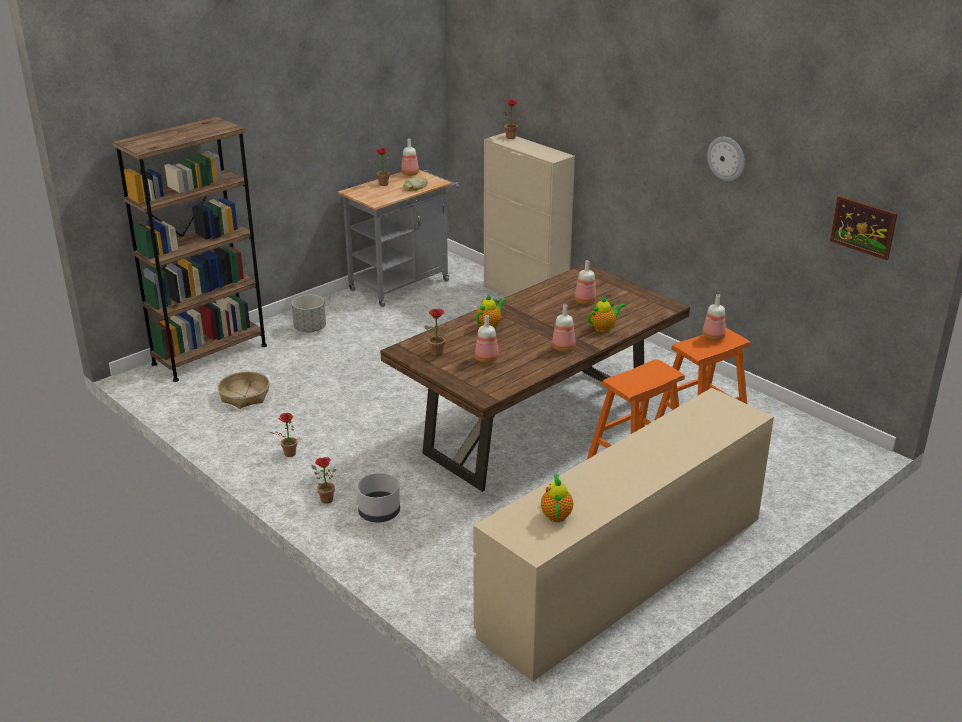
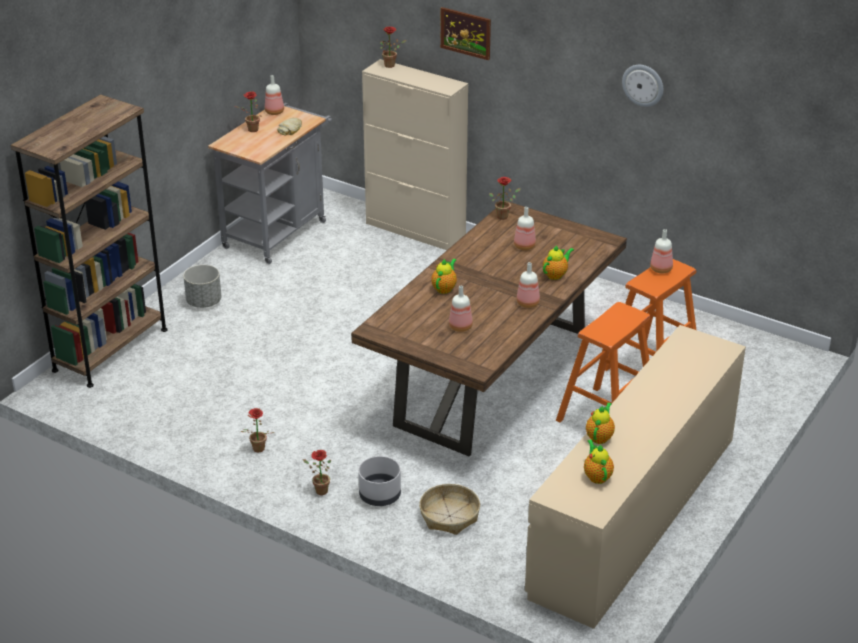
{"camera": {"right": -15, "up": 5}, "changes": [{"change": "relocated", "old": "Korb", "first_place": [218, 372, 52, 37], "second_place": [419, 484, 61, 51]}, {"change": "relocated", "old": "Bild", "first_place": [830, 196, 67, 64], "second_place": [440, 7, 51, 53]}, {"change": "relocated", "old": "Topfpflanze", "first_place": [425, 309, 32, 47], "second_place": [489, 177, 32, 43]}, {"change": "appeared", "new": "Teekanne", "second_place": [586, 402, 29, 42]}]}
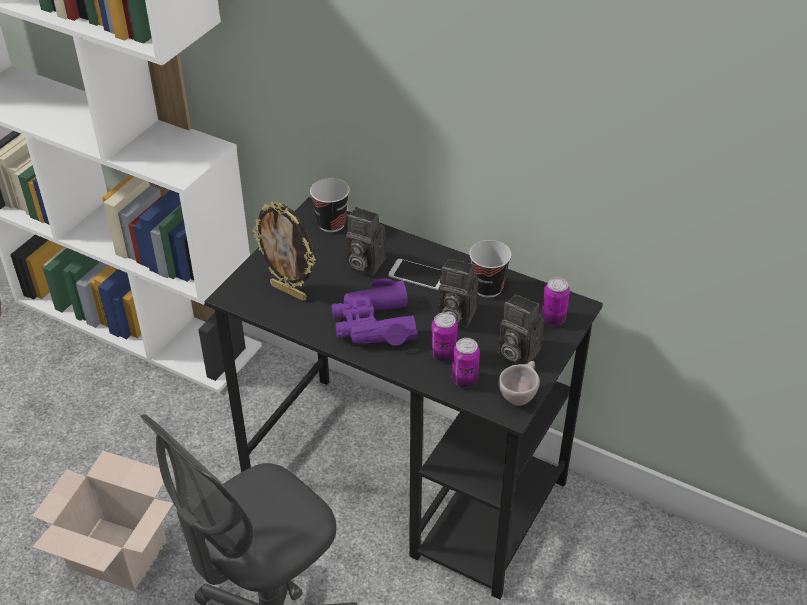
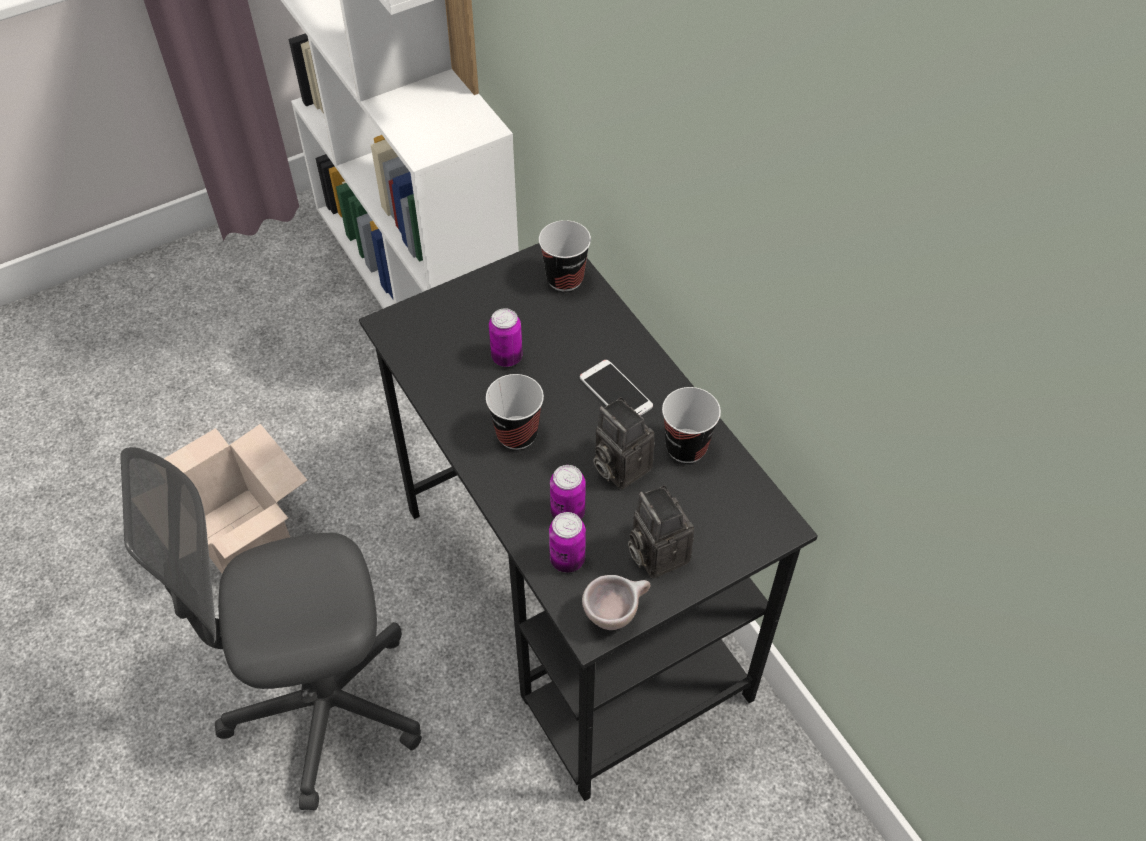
{"camera": {"right": 30, "up": 10}, "changes": [{"change": "exchanged", "old": "Fernglas (lila)", "new": "Tasse", "first_place": [332, 278, 86, 68], "second_place": [486, 374, 58, 76]}, {"change": "relocated", "old": "Dose", "first_place": [541, 278, 29, 48], "second_place": [489, 308, 34, 59]}, {"change": "missing", "old": "Bilderrahmen", "first_place": [252, 202, 64, 99]}, {"change": "missing", "old": "Kamera", "first_place": [345, 207, 41, 68]}]}
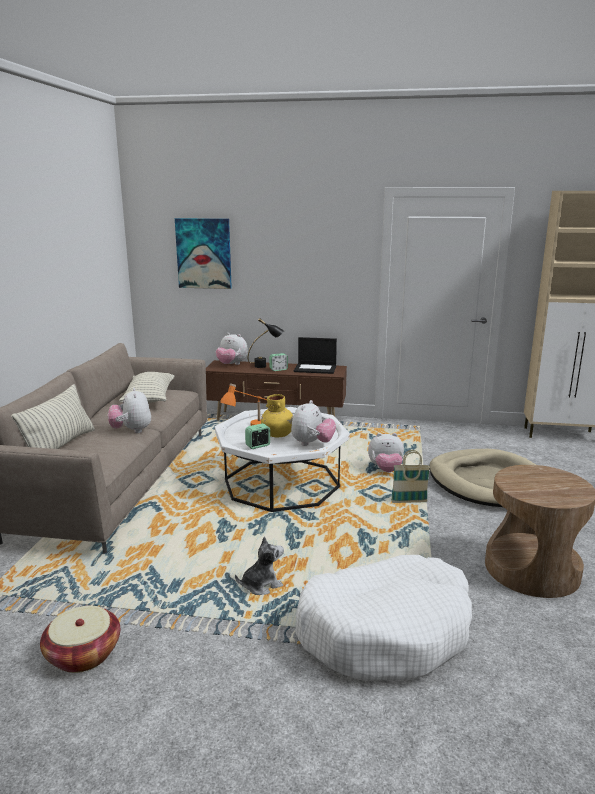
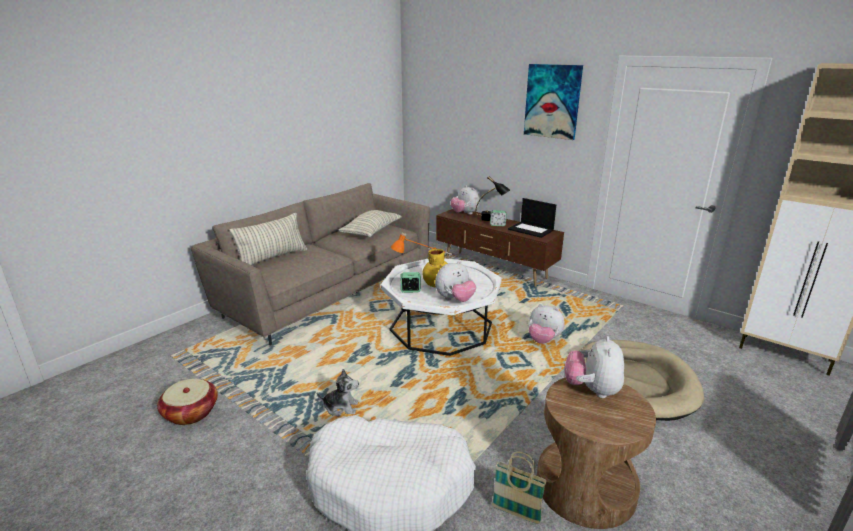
{"camera": {"right": 30, "up": 5}, "changes": [{"change": "relocated", "old": "Korb", "first_place": [391, 450, 39, 53], "second_place": [492, 451, 55, 73]}, {"change": "relocated", "old": "Bild", "first_place": [175, 218, 57, 71], "second_place": [524, 64, 59, 76]}, {"change": "relocated", "old": "Plüschtier", "first_place": [108, 388, 43, 45], "second_place": [565, 336, 59, 62]}]}
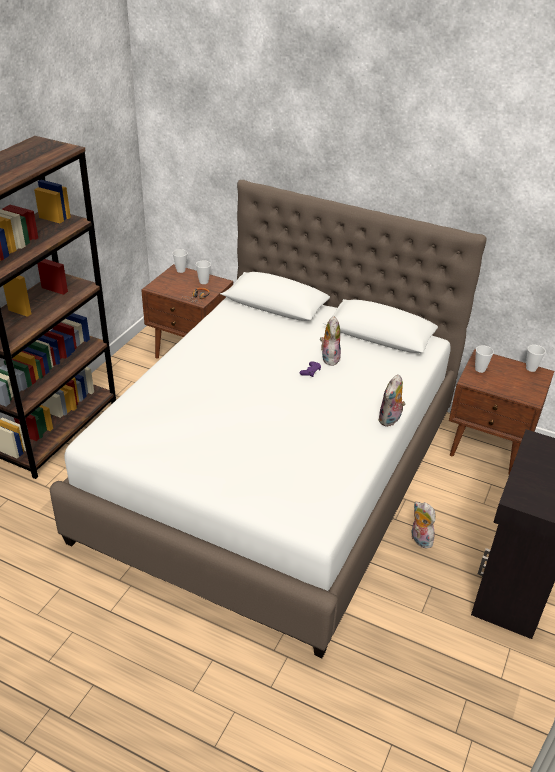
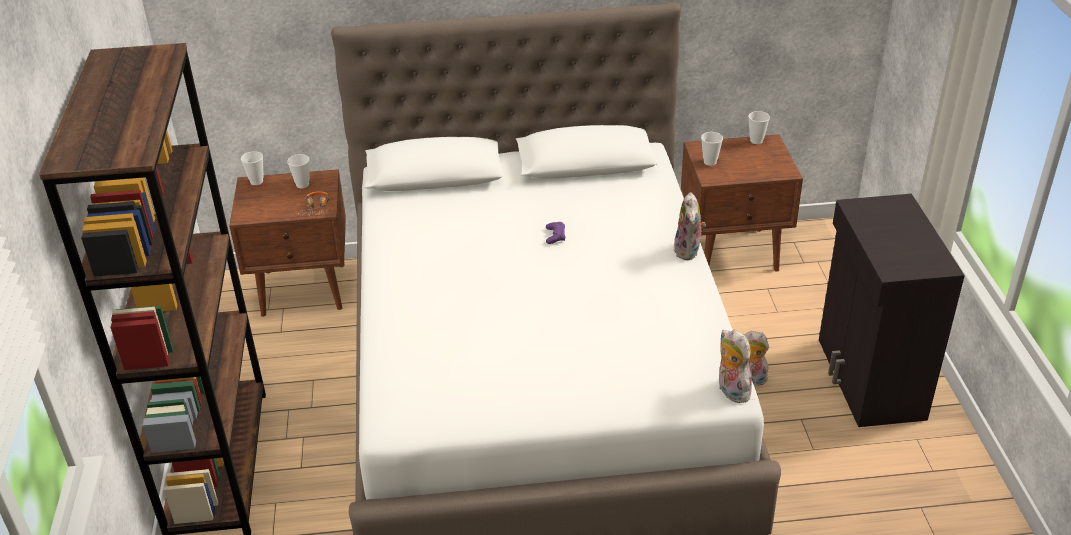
{"camera": {"right": -30, "up": 0}, "changes": [{"change": "relocated", "old": "Plüschtier", "first_place": [320, 316, 21, 50], "second_place": [719, 329, 35, 74]}]}
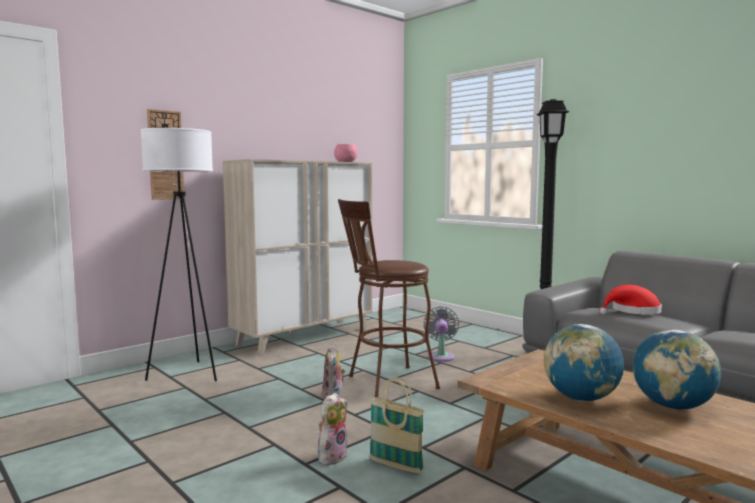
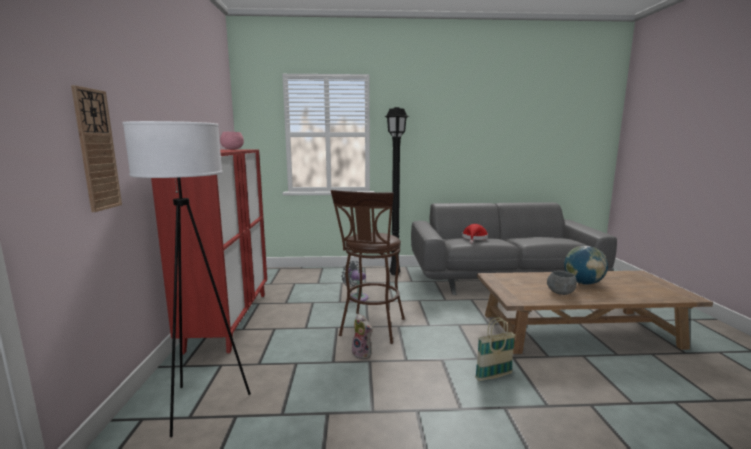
{"camera": {"right": -50, "up": 5}, "changes": [{"change": "colour", "old": "Schrank (beige)", "new": "Schrank (rot)", "first_place": [223, 159, 149, 197], "second_place": [151, 149, 116, 205]}, {"change": "exchanged", "old": "Globus", "new": "Schüssel (grau)", "first_place": [544, 324, 80, 77], "second_place": [547, 271, 30, 24]}, {"change": "missing", "old": "Plüschtier", "first_place": [318, 393, 30, 72]}]}
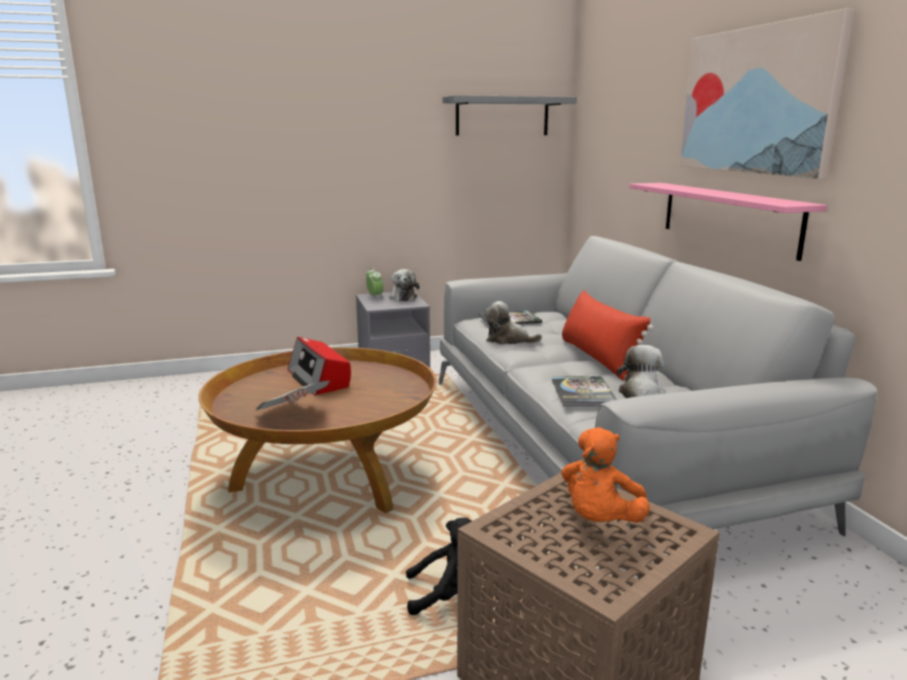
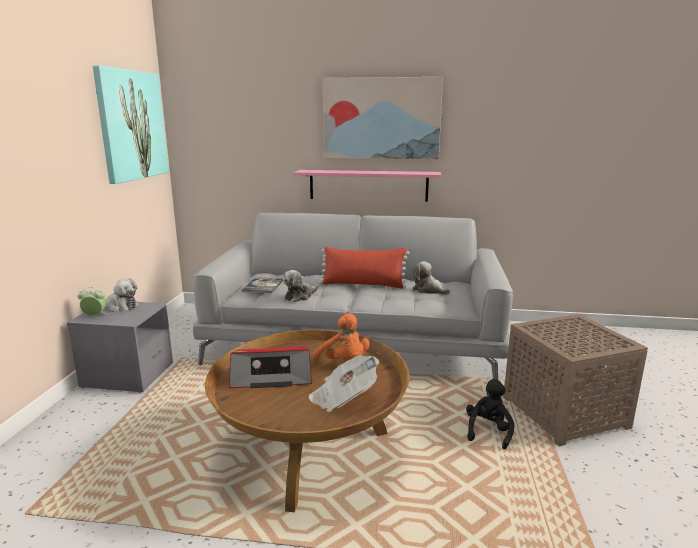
{"camera": {"right": -65, "up": 0}, "changes": [{"change": "exchanged", "old": "Wandregal (grau)", "new": "Bild", "first_place": [443, 95, 134, 41], "second_place": [93, 65, 76, 119]}, {"change": "relocated", "old": "Plüschtier (orange)", "first_place": [561, 427, 89, 96], "second_place": [314, 313, 56, 48]}, {"change": "missing", "old": "Buch", "first_place": [552, 376, 65, 30]}]}
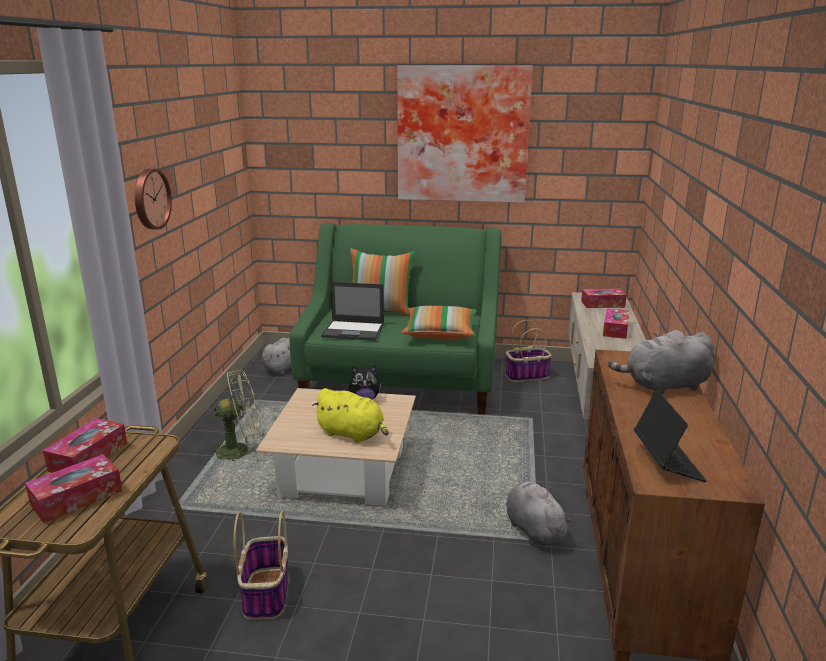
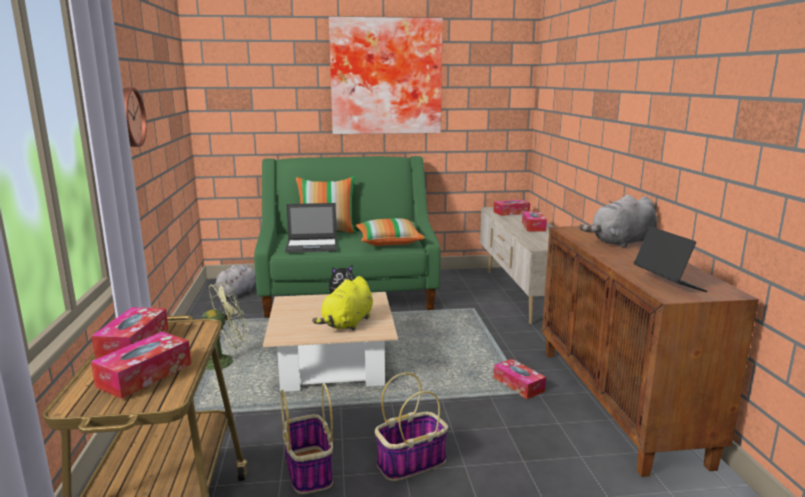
{"camera": {"right": -15, "up": -5}, "changes": [{"change": "spun", "old": "Plüschtier (gelb)", "first_place": [312, 388, 76, 55], "second_place": [312, 276, 61, 55], "degrees": 105}, {"change": "relocated", "old": "Korb", "first_place": [506, 320, 46, 62], "second_place": [375, 373, 73, 108]}, {"change": "exchanged", "old": "Plüschtier (grau)", "new": "Taschentuchbox", "first_place": [506, 481, 66, 65], "second_place": [494, 359, 52, 40]}]}
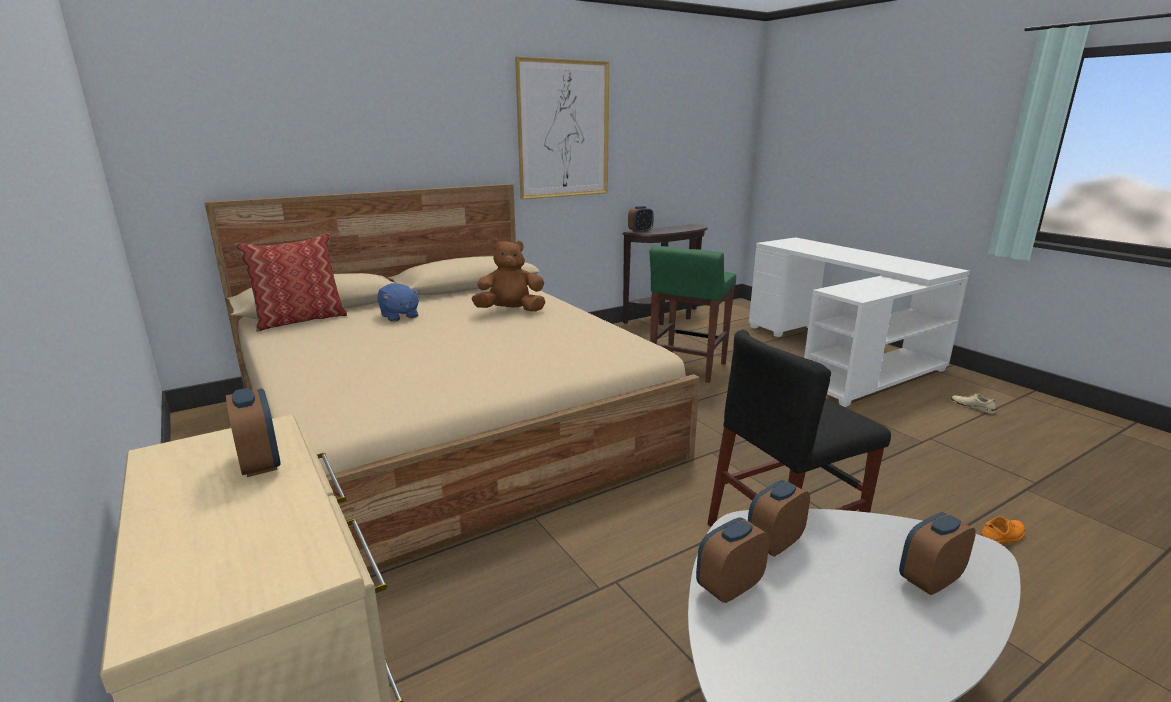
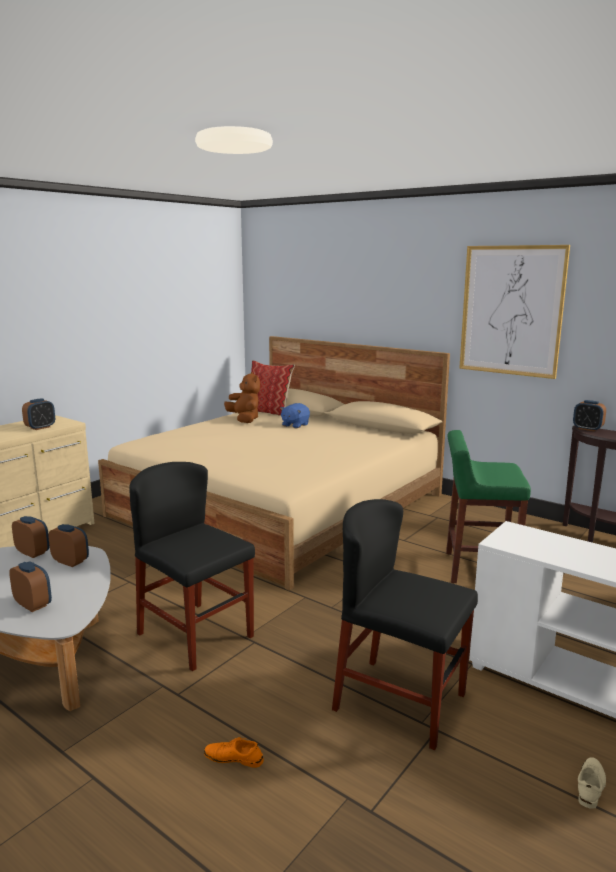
{"camera": {"right": 70, "up": -5}, "changes": [{"change": "spun", "old": "Schuh (orange)", "first_place": [981, 517, 44, 28], "second_place": [204, 737, 60, 31], "degrees": 150}, {"change": "relocated", "old": "Plüschtier (braun)", "first_place": [472, 240, 74, 72], "second_place": [224, 372, 36, 51]}, {"change": "appeared", "new": "Stuhl (schwarz)", "second_place": [332, 499, 146, 251]}]}
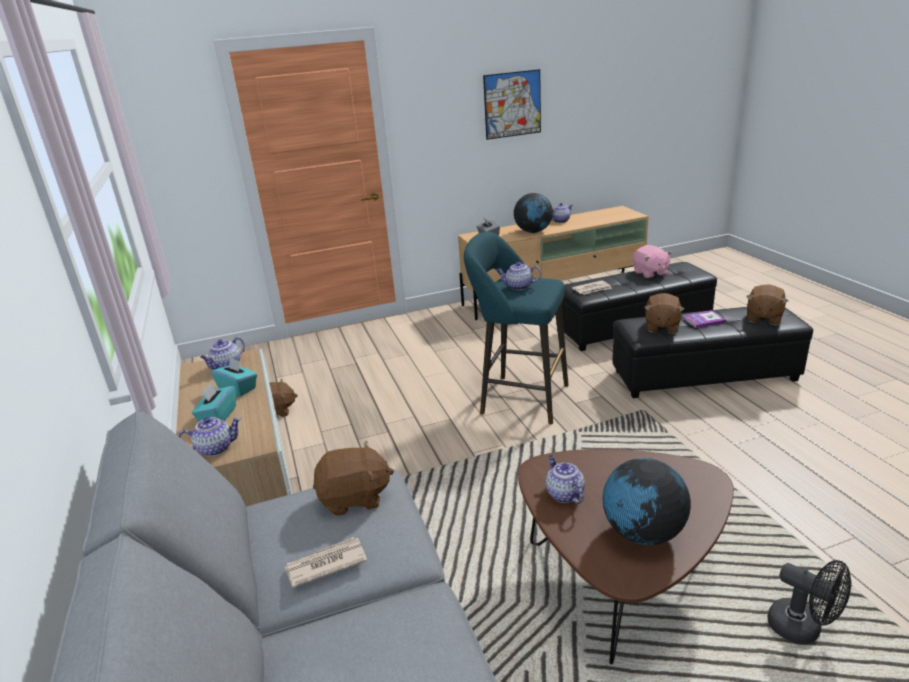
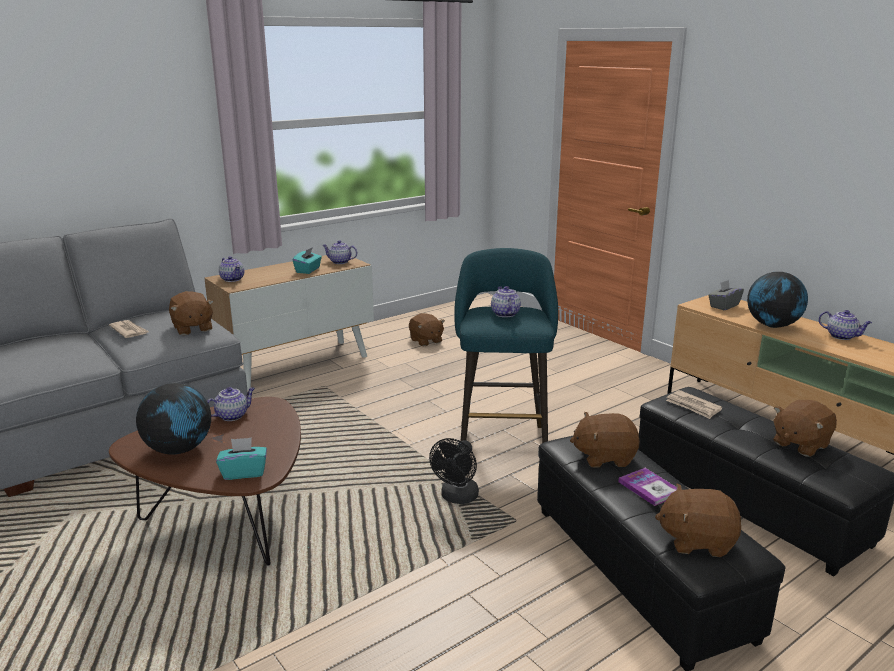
{"camera": {"right": 70, "up": -5}, "changes": [{"change": "relocated", "old": "Taschentuchbox (türkis)", "first_place": [192, 383, 44, 39], "second_place": [216, 437, 51, 43]}, {"change": "relocated", "old": "Ventilator (schwarz)", "first_place": [767, 560, 85, 84], "second_place": [429, 438, 50, 66]}, {"change": "colour", "old": "Plüschtier (rosa)", "new": "Plüschtier (braun)", "first_place": [633, 245, 39, 34], "second_place": [773, 400, 64, 57]}, {"change": "missing", "old": "Bild", "first_place": [483, 69, 58, 71]}]}
